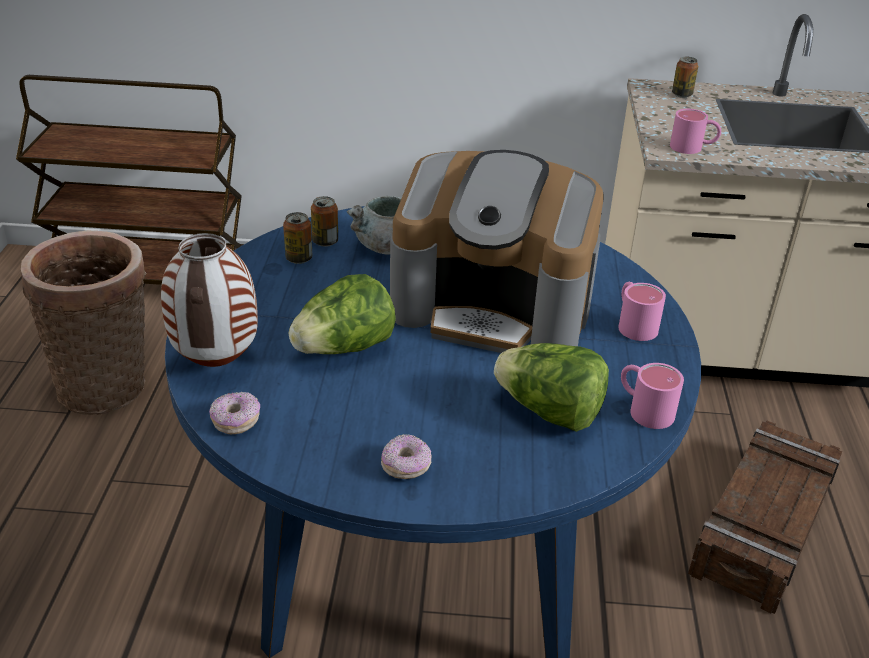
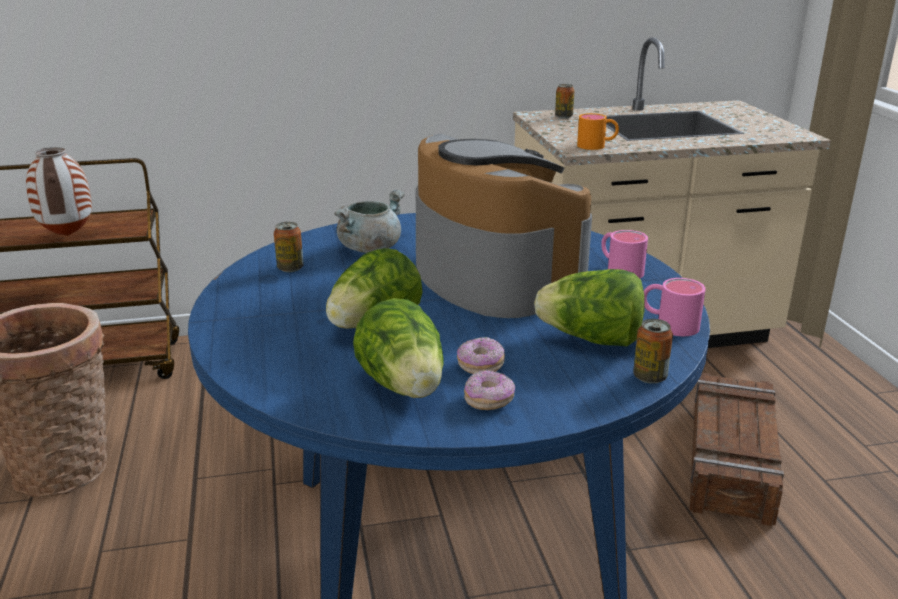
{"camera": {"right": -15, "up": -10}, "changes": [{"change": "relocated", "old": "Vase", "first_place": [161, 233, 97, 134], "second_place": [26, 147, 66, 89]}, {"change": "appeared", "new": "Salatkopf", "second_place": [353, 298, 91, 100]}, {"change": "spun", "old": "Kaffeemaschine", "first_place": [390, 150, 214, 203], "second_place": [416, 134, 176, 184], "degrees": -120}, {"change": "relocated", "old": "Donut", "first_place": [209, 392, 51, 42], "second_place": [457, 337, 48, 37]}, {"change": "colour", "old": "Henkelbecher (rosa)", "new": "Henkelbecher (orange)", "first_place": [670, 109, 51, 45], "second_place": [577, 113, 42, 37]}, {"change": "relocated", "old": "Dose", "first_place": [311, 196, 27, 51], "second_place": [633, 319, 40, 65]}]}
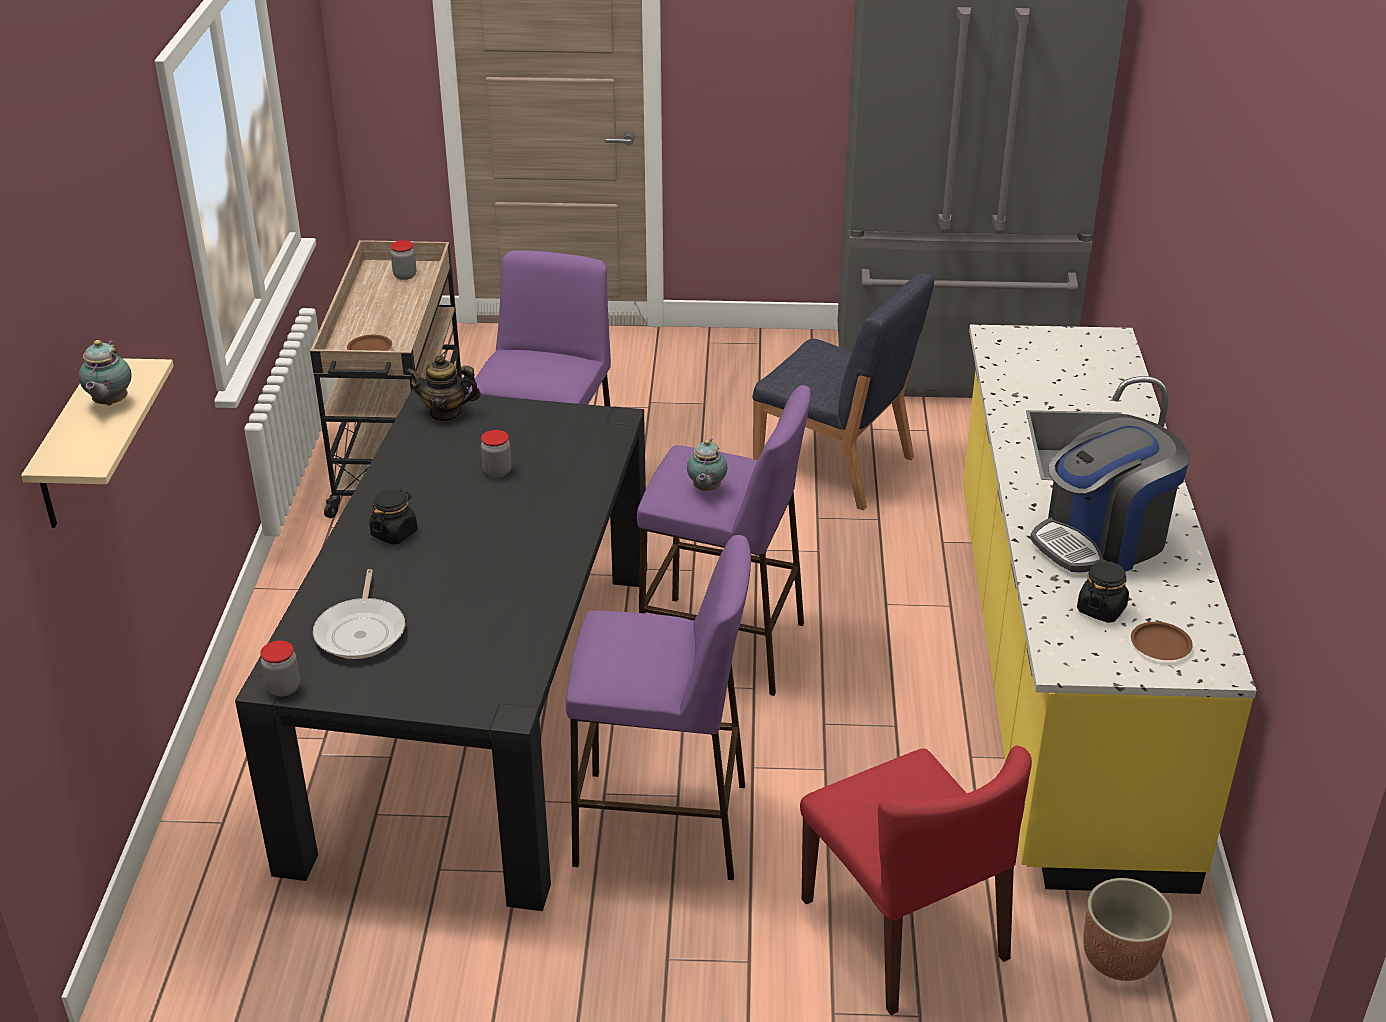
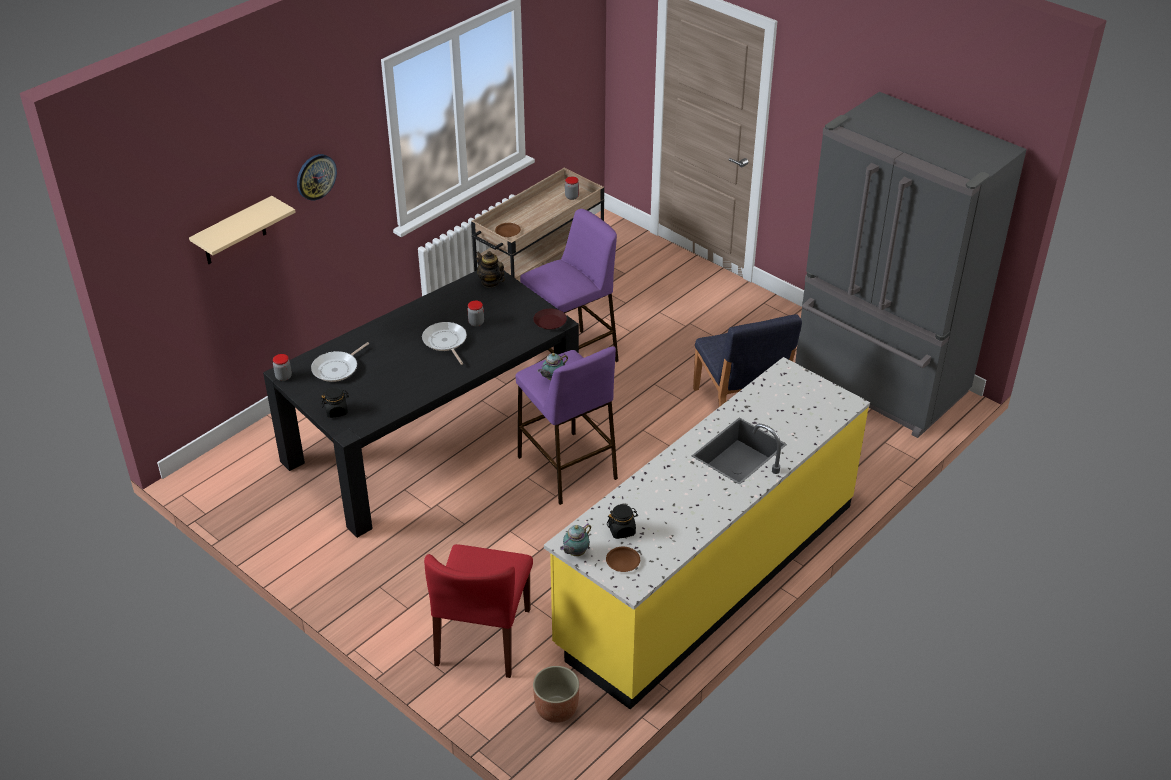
{"camera": {"right": 40, "up": 5}, "changes": [{"change": "appeared", "new": "Wanduhr", "second_place": [297, 154, 40, 47]}, {"change": "relocated", "old": "Vorratsglas (schwarz)", "first_place": [369, 489, 48, 56], "second_place": [321, 387, 28, 31]}, {"change": "appeared", "new": "Pfanne", "second_place": [422, 322, 45, 43]}, {"change": "appeared", "new": "Teller (braun)", "second_place": [533, 309, 34, 21]}, {"change": "relocated", "old": "Teekanne", "first_place": [79, 340, 53, 66], "second_place": [560, 523, 31, 33]}, {"change": "missing", "old": "Hocker (lila)", "first_place": [566, 535, 185, 345]}, {"change": "missing", "old": "Kaffeemaschine", "first_place": [1030, 413, 160, 160]}]}
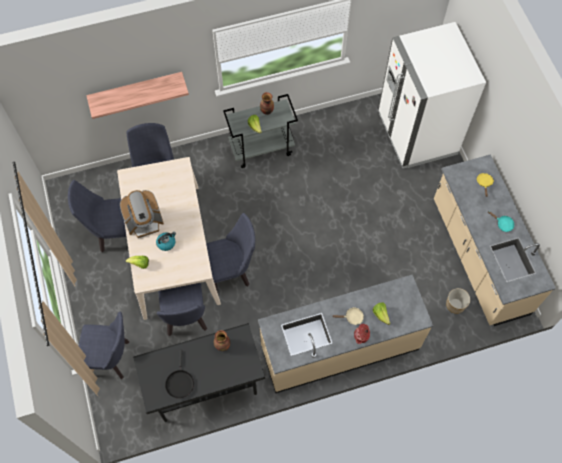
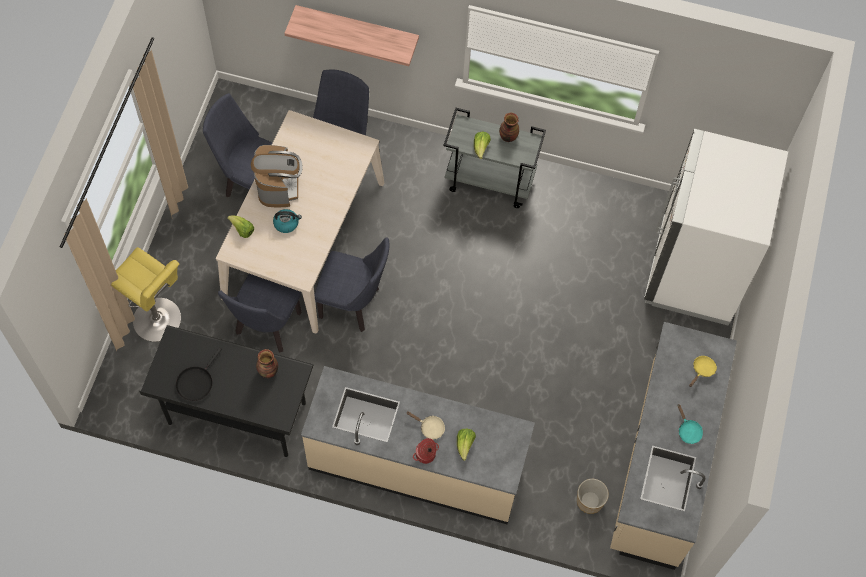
{"camera": {"right": 30, "up": 0}, "changes": [{"change": "exchanged", "old": "Stuhl (blau)", "new": "Hocker (gelb)", "first_place": [79, 312, 50, 67], "second_place": [111, 247, 70, 95]}, {"change": "spun", "old": "Kaffeemaschine", "first_place": [120, 190, 44, 48], "second_place": [251, 145, 52, 63], "degrees": -105}]}
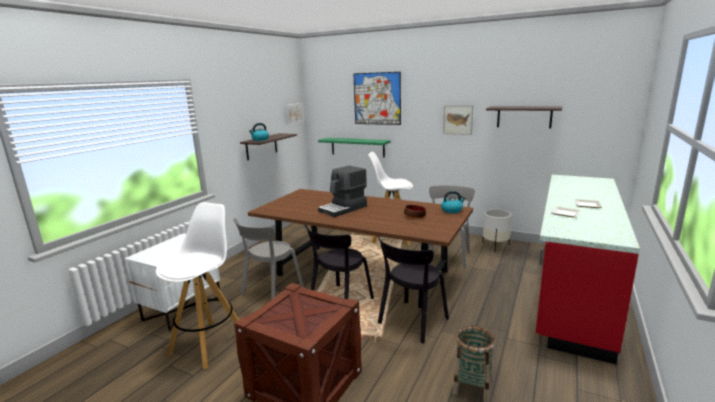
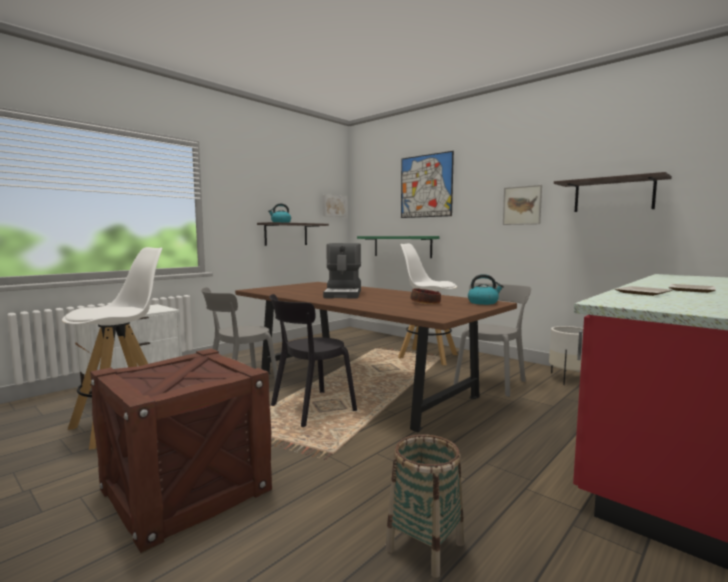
{"camera": {"right": 15, "up": -10}, "changes": [{"change": "spun", "old": "Kaffeemaschine", "first_place": [318, 166, 49, 51], "second_place": [323, 243, 38, 56], "degrees": -60}, {"change": "missing", "old": "Stuhl (schwarz)", "first_place": [377, 236, 72, 108]}]}
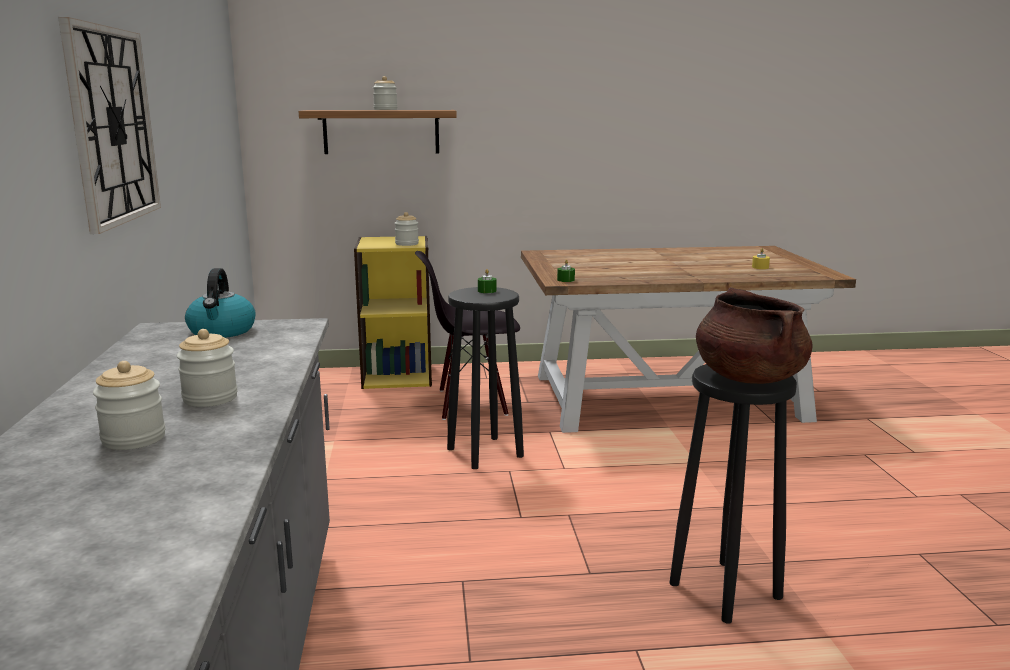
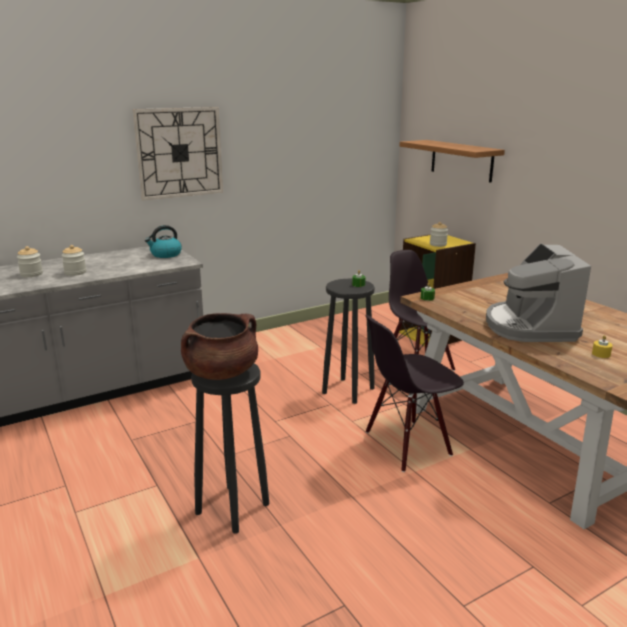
{"camera": {"right": 65, "up": 5}, "changes": [{"change": "appeared", "new": "Stuhl (schwarz)", "second_place": [365, 315, 99, 157]}, {"change": "appeared", "new": "Kaffeemaschine", "second_place": [486, 244, 105, 98]}, {"change": "missing", "old": "Vorratsglas", "first_place": [373, 76, 24, 34]}]}
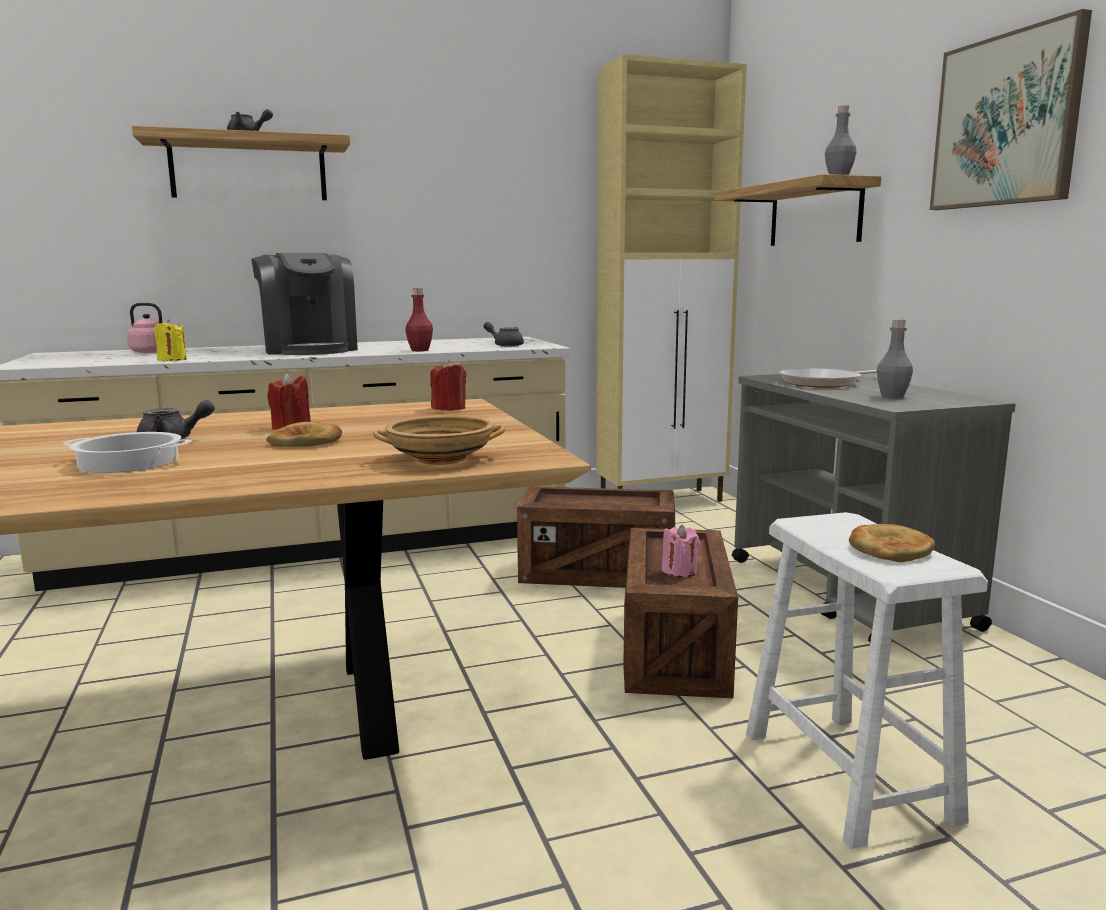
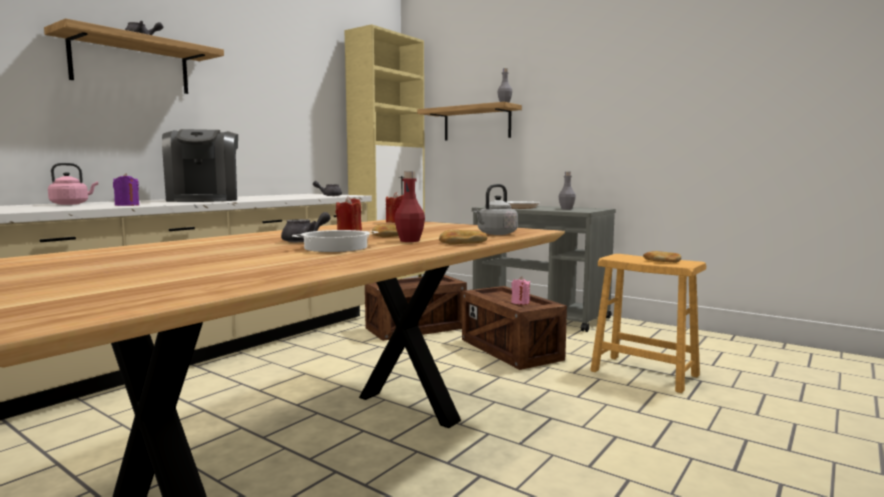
{"camera": {"right": -35, "up": -5}, "changes": [{"change": "colour", "old": "Kerze (gelb)", "new": "Kerze (lila)", "first_place": [154, 319, 33, 42], "second_place": [113, 173, 26, 33]}, {"change": "spun", "old": "Kaffeemaschine", "first_place": [251, 253, 107, 102], "second_place": [162, 129, 76, 73], "degrees": 45}, {"change": "relocated", "old": "Flasche (rot)", "first_place": [405, 288, 28, 63], "second_place": [394, 171, 31, 71]}, {"change": "appeared", "new": "Brot", "second_place": [439, 230, 49, 15]}, {"change": "exchanged", "old": "Schüssel (beige)", "new": "Wasserkessel (grau)", "first_place": [373, 415, 132, 50], "second_place": [473, 184, 45, 51]}, {"change": "colour", "old": "Hocker (weiß)", "new": "Hocker (braun)", "first_place": [746, 512, 242, 337], "second_place": [590, 254, 116, 139]}, {"change": "missing", "old": "Bild", "first_place": [930, 9, 162, 201]}]}
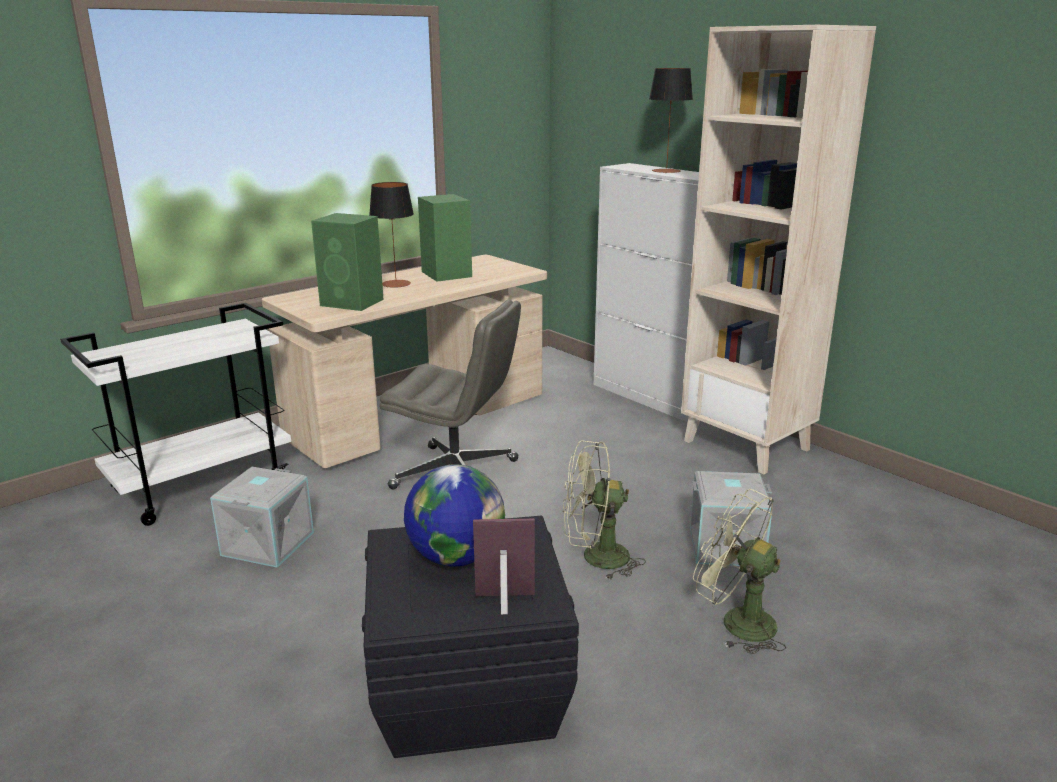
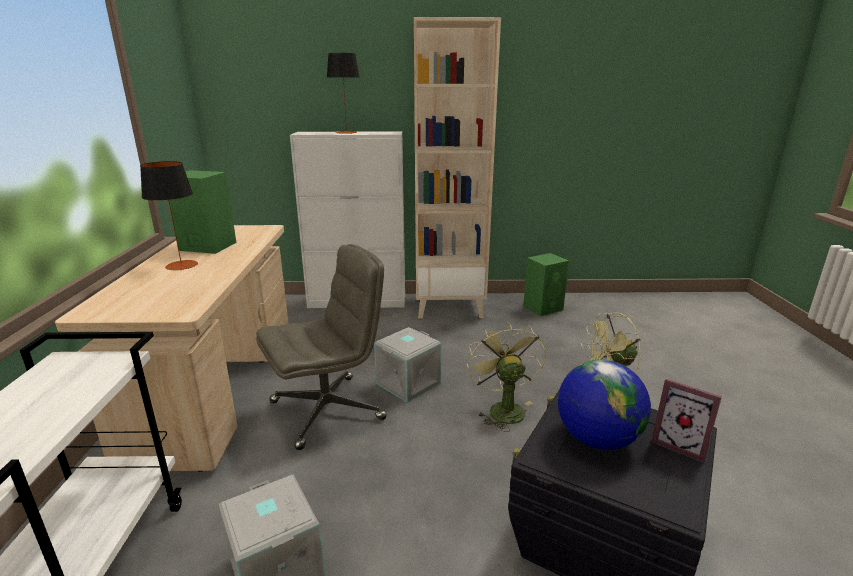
{"camera": {"right": -50, "up": 0}, "changes": [{"change": "relocated", "old": "Aufbewahrungsbox (grau)", "first_place": [690, 471, 83, 95], "second_place": [374, 327, 68, 76]}, {"change": "spun", "old": "Ventilator (grün)", "first_place": [563, 440, 83, 140], "second_place": [467, 321, 79, 111], "degrees": 135}, {"change": "relocated", "old": "Lautsprecher (grün)", "first_place": [311, 213, 73, 98], "second_place": [523, 253, 46, 63]}, {"change": "spun", "old": "Bilderrahmen", "first_place": [473, 518, 62, 96], "second_place": [651, 379, 71, 84], "degrees": -90}]}
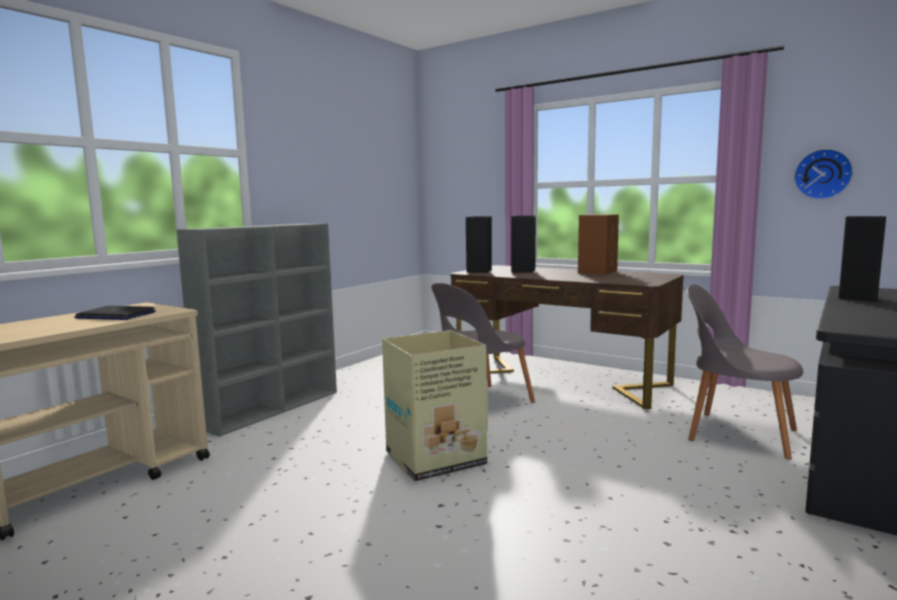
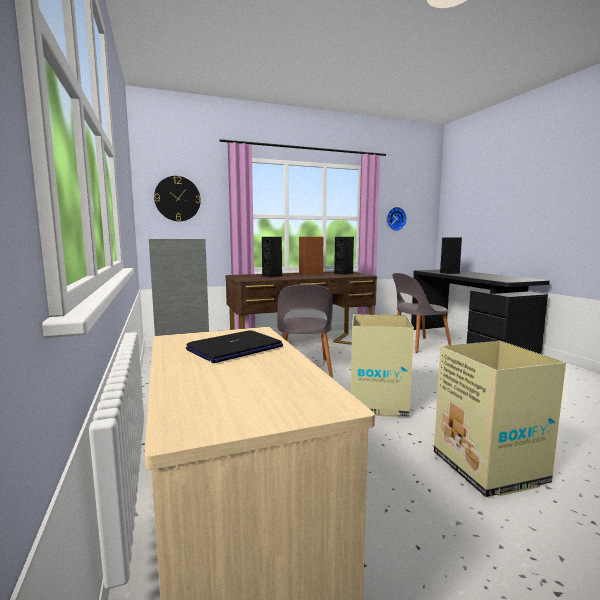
{"camera": {"right": -55, "up": 0}, "changes": [{"change": "appeared", "new": "Wanduhr", "second_place": [154, 176, 47, 45]}, {"change": "relocated", "old": "Lautsprecher (schwarz)", "first_place": [466, 216, 26, 57], "second_place": [334, 237, 20, 38]}, {"change": "appeared", "new": "Karton", "second_place": [434, 341, 132, 156]}]}
